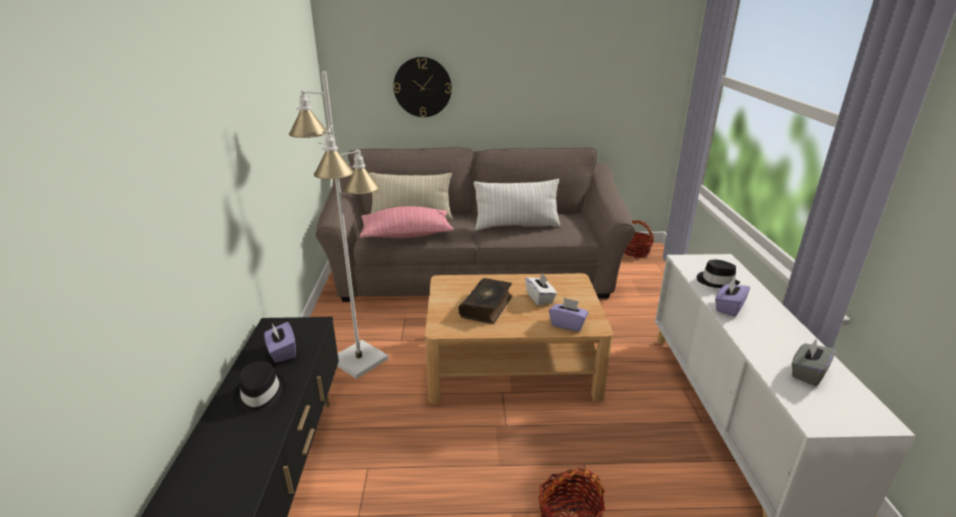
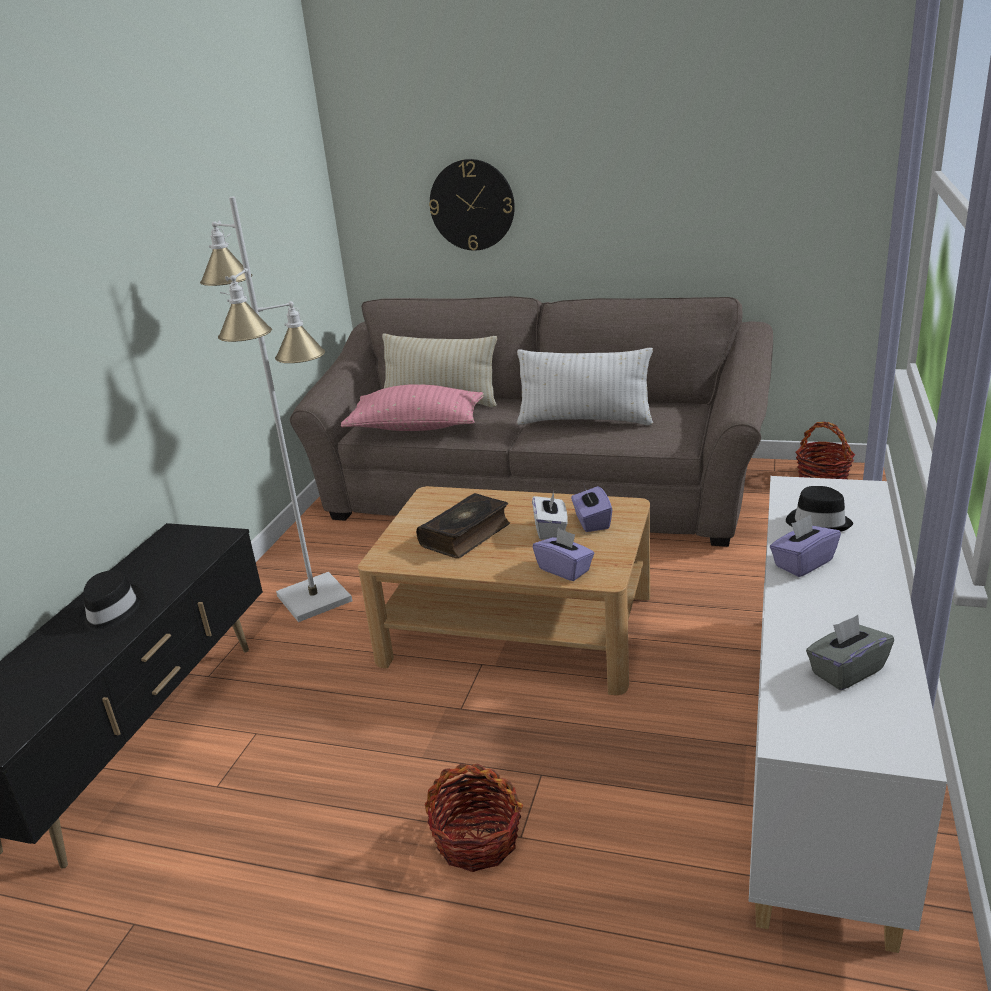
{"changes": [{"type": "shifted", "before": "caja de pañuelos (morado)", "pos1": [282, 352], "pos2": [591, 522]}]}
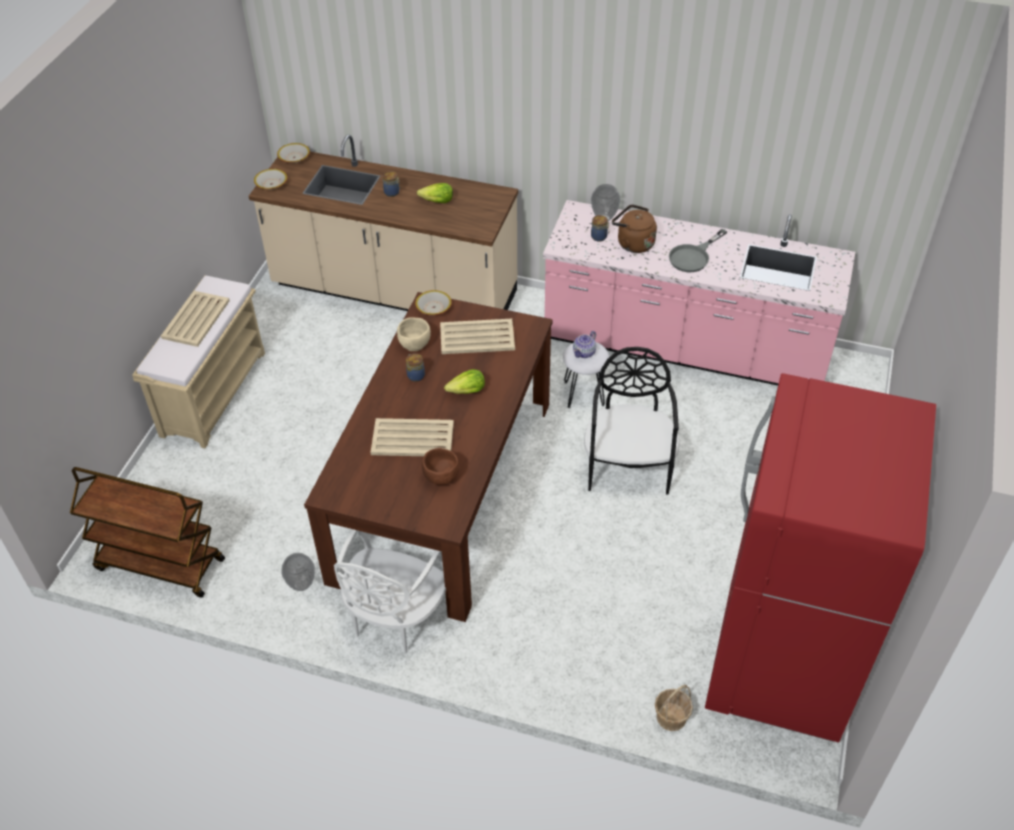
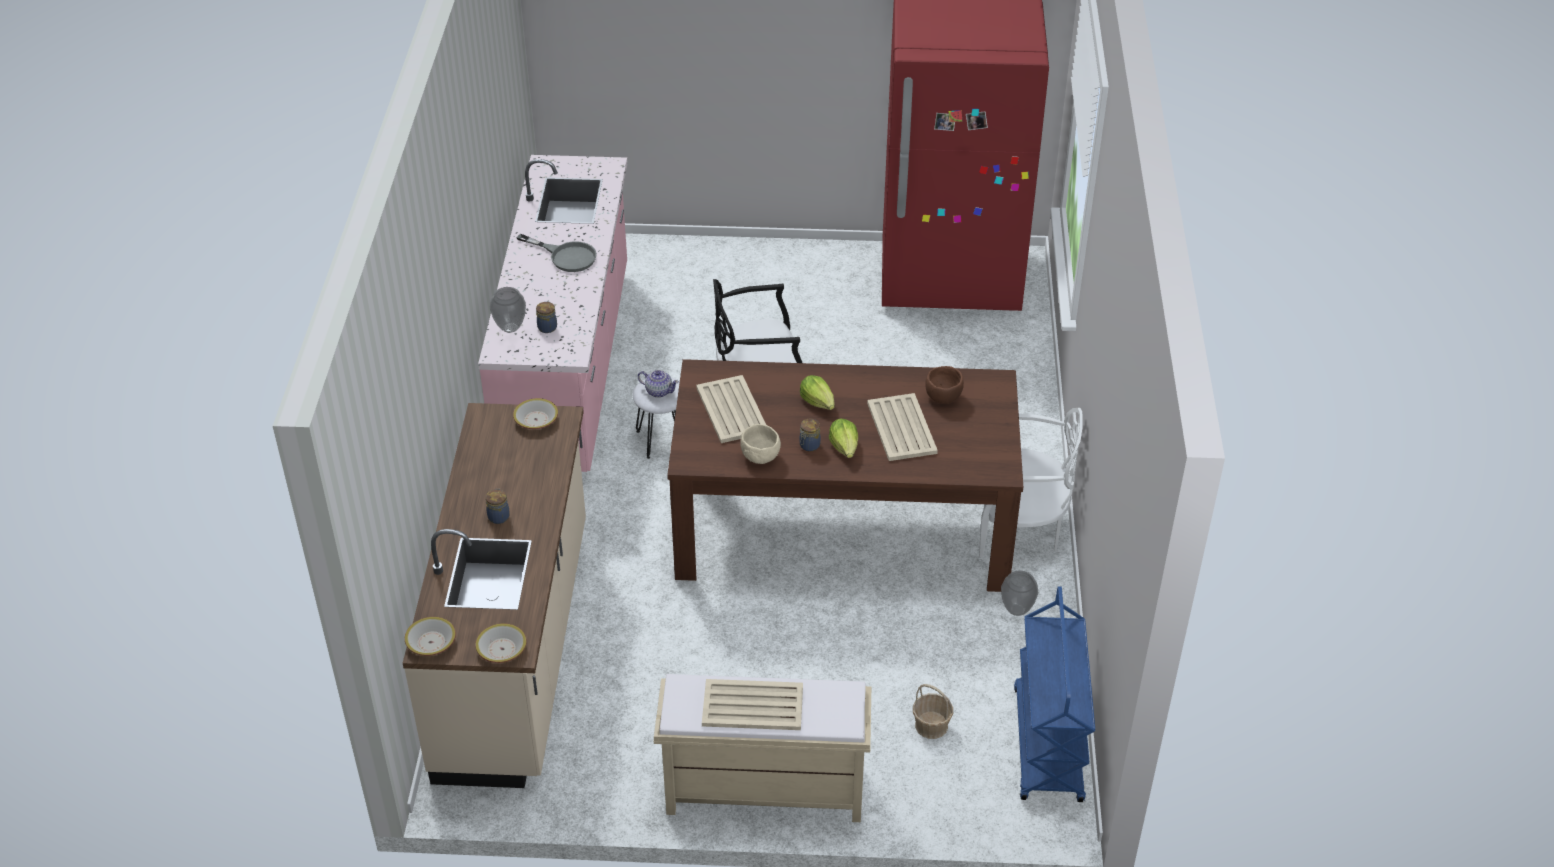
{"changes": [{"type": "shifted", "before": "lechuga", "pos1": [437, 201], "pos2": [845, 447]}, {"type": "gone", "before": "hervidor (marrón)", "pos1": [633, 243]}, {"type": "shifted", "before": "cuenco", "pos1": [434, 307], "pos2": [536, 420]}, {"type": "repainted", "before": "carrito (marrón)", "after": "carrito (azul)", "pos1": [159, 564], "pos2": [1048, 746]}, {"type": "shifted", "before": "cesta", "pos1": [671, 717], "pos2": [931, 726]}]}
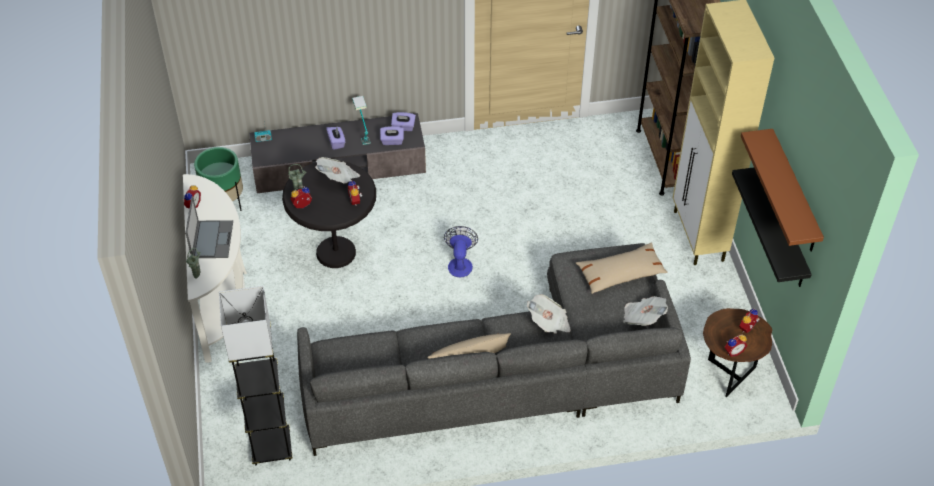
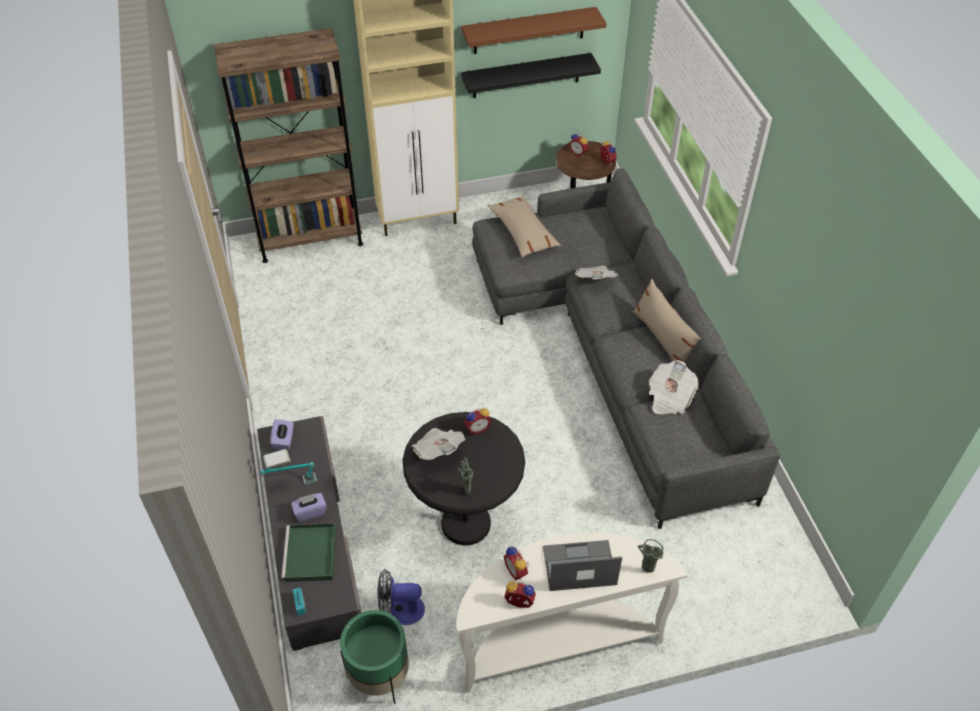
{"changes": [{"type": "gone", "before": "caja de pañuelos (morado)", "pos1": [392, 141]}, {"type": "shifted", "before": "despertador", "pos1": [302, 206], "pos2": [517, 571]}, {"type": "shifted", "before": "ventilador", "pos1": [460, 263], "pos2": [400, 610]}, {"type": "gone", "before": "lámpara de pie (gris)", "pos1": [271, 448]}, {"type": "shifted", "before": "periódico", "pos1": [642, 317], "pos2": [669, 397]}, {"type": "new", "after": "bandeja (verde)", "pos2": [310, 555]}]}
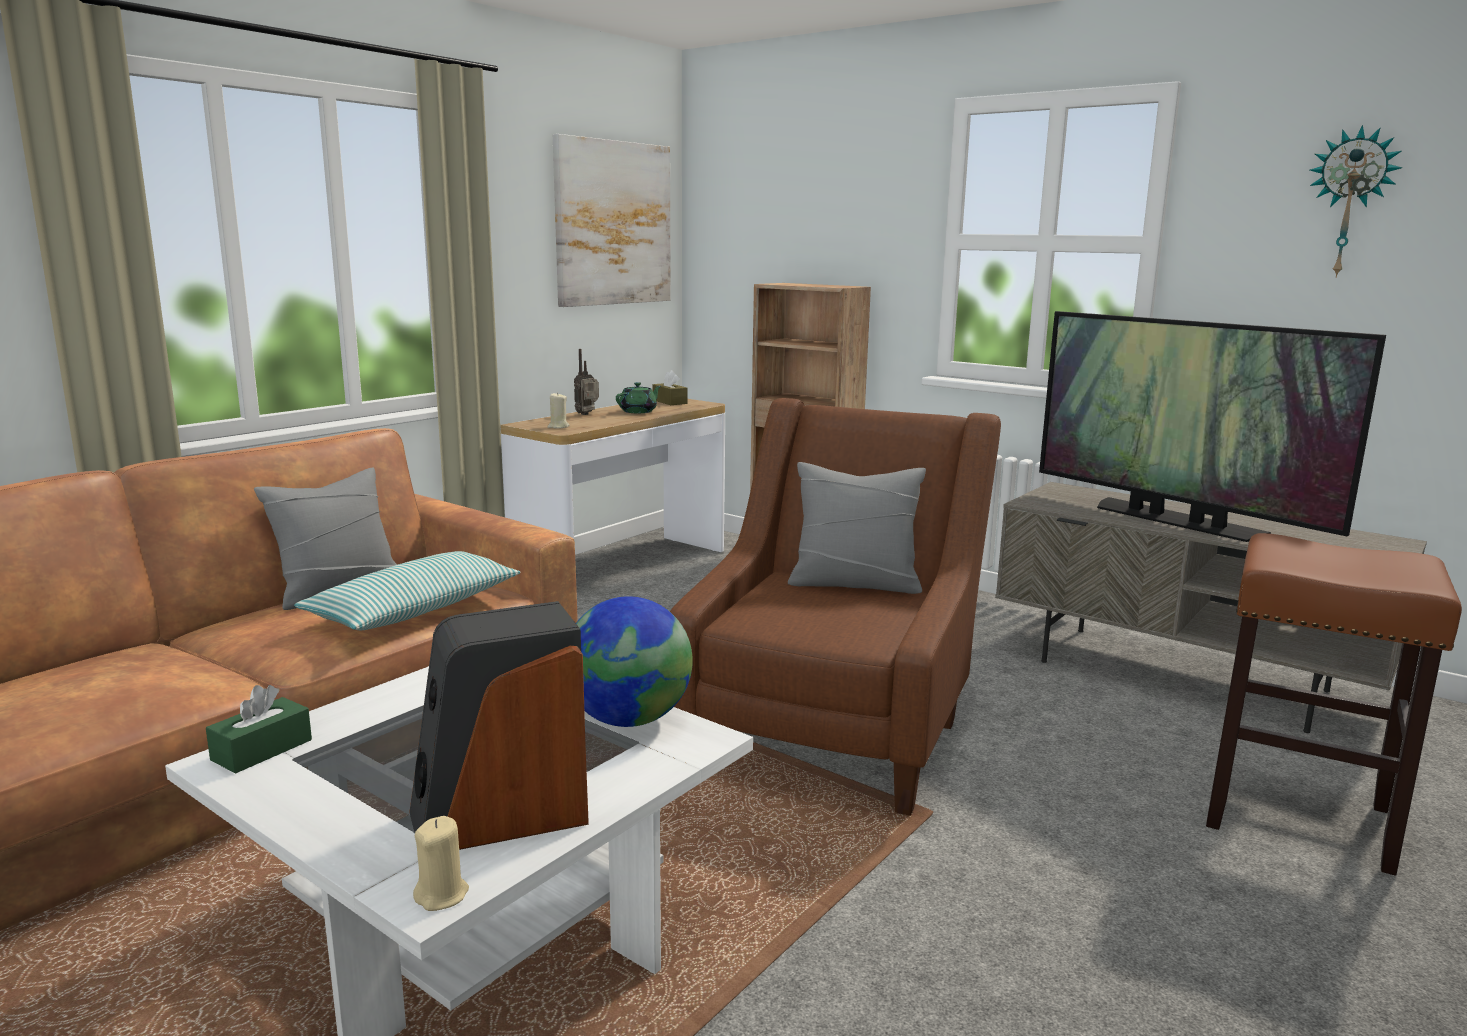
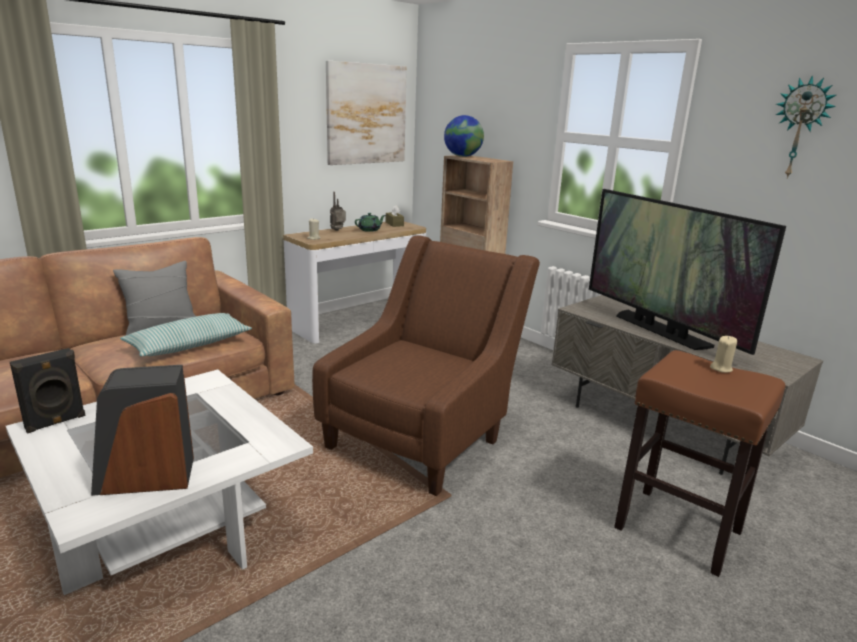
{"changes": [{"type": "gone", "before": "cojín (gris)", "pos1": [854, 583]}, {"type": "shifted", "before": "globo terráqueo", "pos1": [628, 719], "pos2": [462, 156]}, {"type": "swapped", "before": "caja de pañuelos (verde)", "after": "altavoz (negro)", "pos1": [262, 750], "pos2": [56, 422]}, {"type": "shifted", "before": "vela (beis)", "pos1": [442, 895], "pos2": [721, 368]}]}
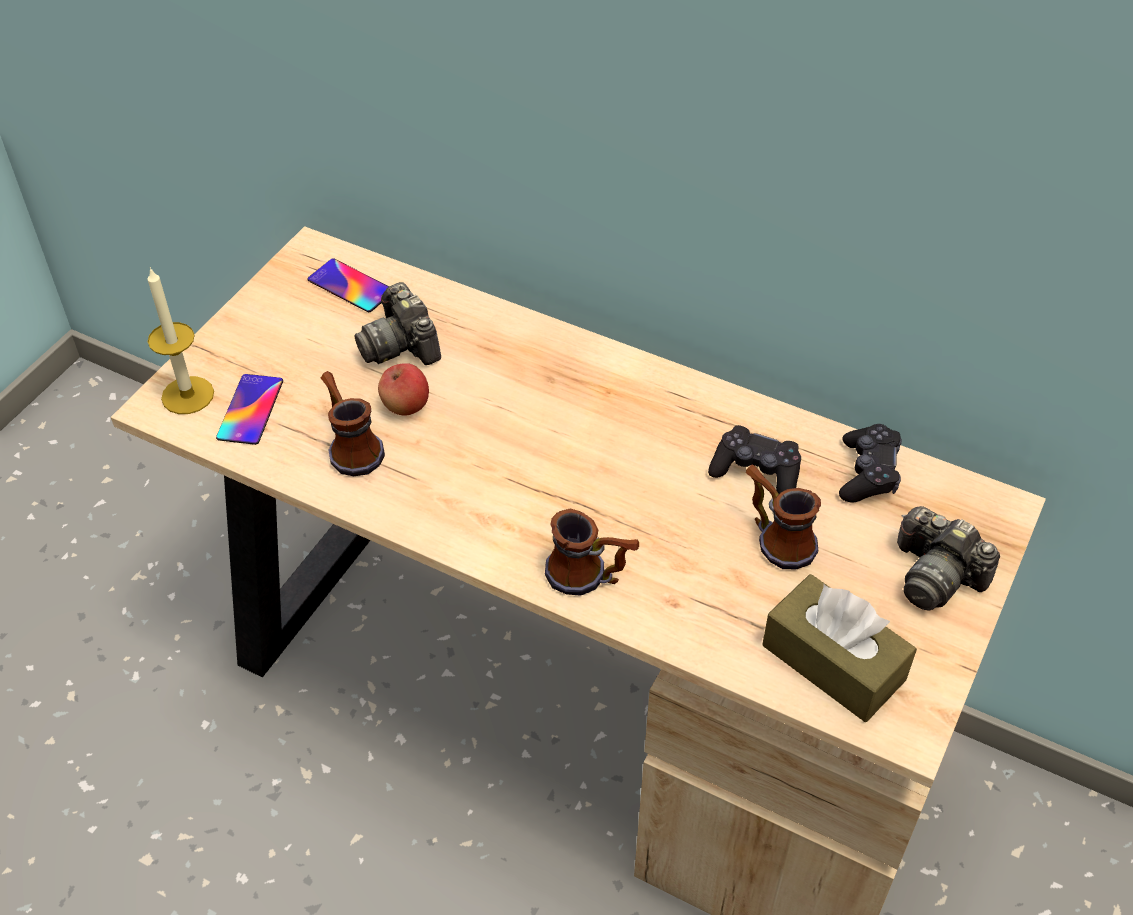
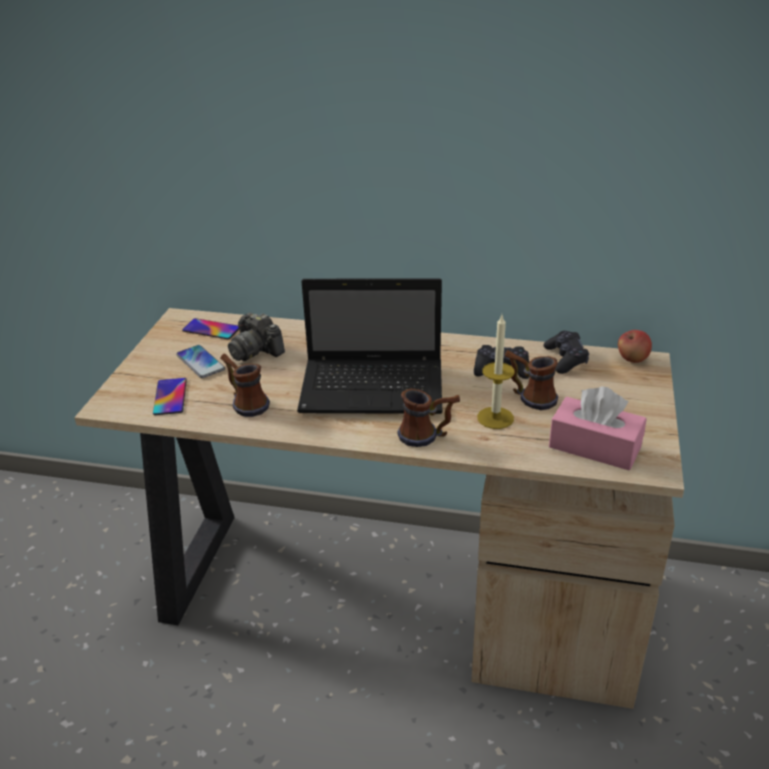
{"changes": [{"type": "shifted", "before": "vela", "pos1": [187, 395], "pos2": [495, 418]}, {"type": "shifted", "before": "manzana", "pos1": [405, 406], "pos2": [632, 359]}, {"type": "gone", "before": "cámara", "pos1": [935, 576]}, {"type": "repainted", "before": "caja de pañuelos (marrón)", "after": "caja de pañuelos (rosa)", "pos1": [833, 662], "pos2": [595, 447]}, {"type": "new", "after": "portátil", "pos2": [375, 388]}, {"type": "new", "after": "móvil", "pos2": [200, 362]}]}
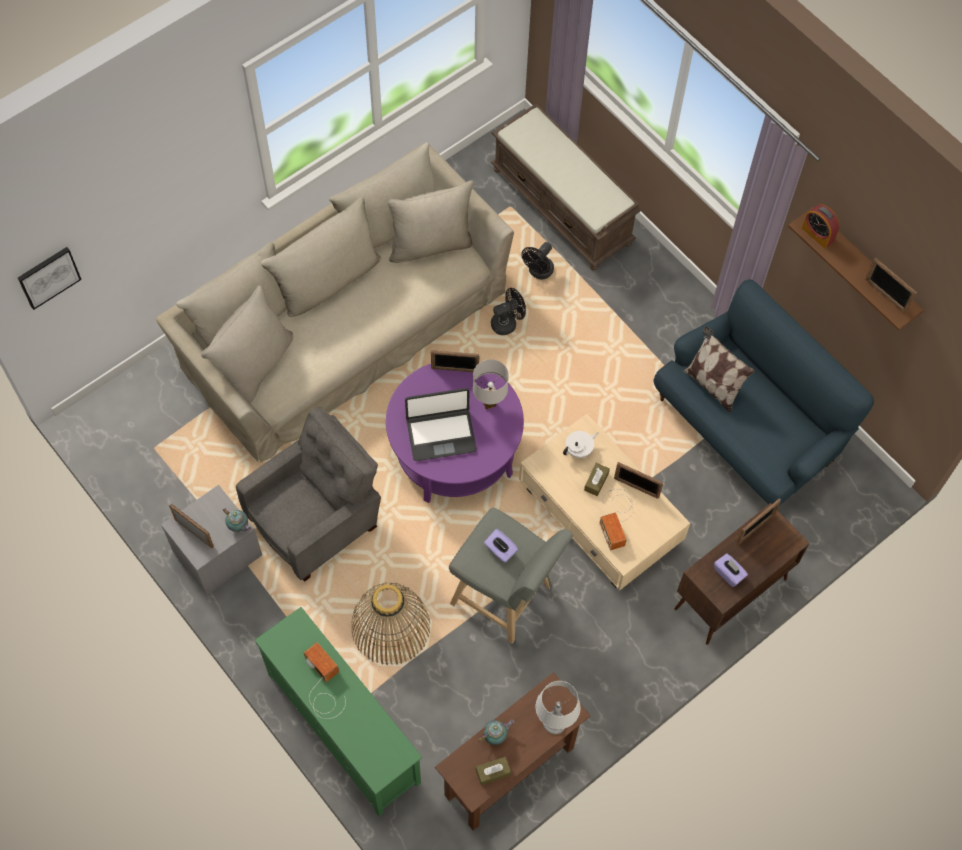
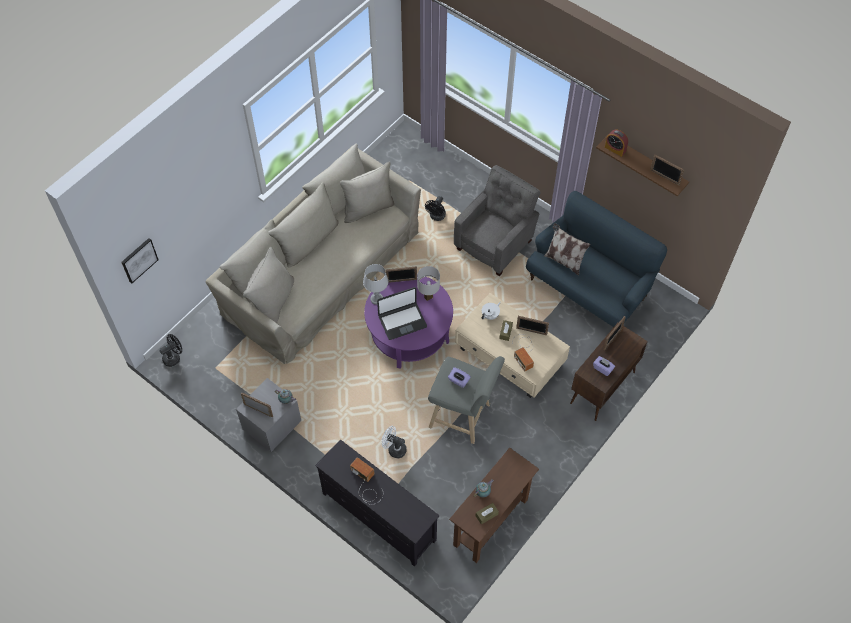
{"changes": [{"type": "gone", "before": "banco (marrón)", "pos1": [563, 206]}, {"type": "shifted", "before": "ventilador (negro)", "pos1": [507, 322], "pos2": [174, 357]}, {"type": "shifted", "before": "sillón (gris)", "pos1": [317, 521], "pos2": [495, 243]}, {"type": "swapped", "before": "cesta", "after": "ventilador (blanco)", "pos1": [390, 627], "pos2": [394, 449]}, {"type": "repainted", "before": "mueble de televisión (verde)", "after": "mueble de televisión (negro)", "pos1": [343, 729], "pos2": [378, 517]}, {"type": "shifted", "before": "lámpara de mesa (gris)", "pos1": [554, 723], "pos2": [377, 299]}]}
